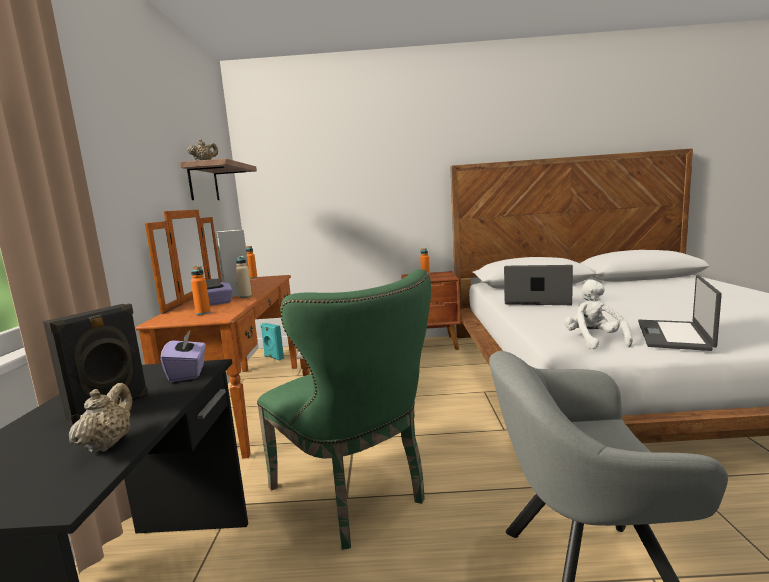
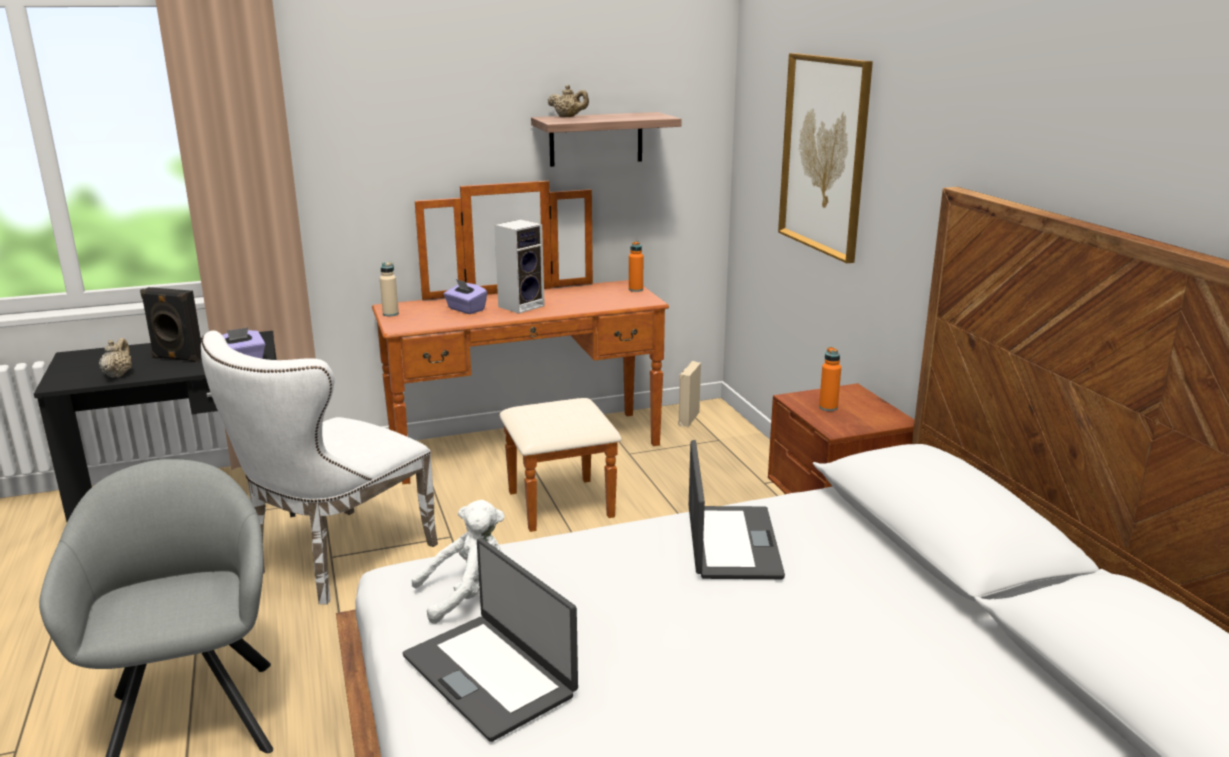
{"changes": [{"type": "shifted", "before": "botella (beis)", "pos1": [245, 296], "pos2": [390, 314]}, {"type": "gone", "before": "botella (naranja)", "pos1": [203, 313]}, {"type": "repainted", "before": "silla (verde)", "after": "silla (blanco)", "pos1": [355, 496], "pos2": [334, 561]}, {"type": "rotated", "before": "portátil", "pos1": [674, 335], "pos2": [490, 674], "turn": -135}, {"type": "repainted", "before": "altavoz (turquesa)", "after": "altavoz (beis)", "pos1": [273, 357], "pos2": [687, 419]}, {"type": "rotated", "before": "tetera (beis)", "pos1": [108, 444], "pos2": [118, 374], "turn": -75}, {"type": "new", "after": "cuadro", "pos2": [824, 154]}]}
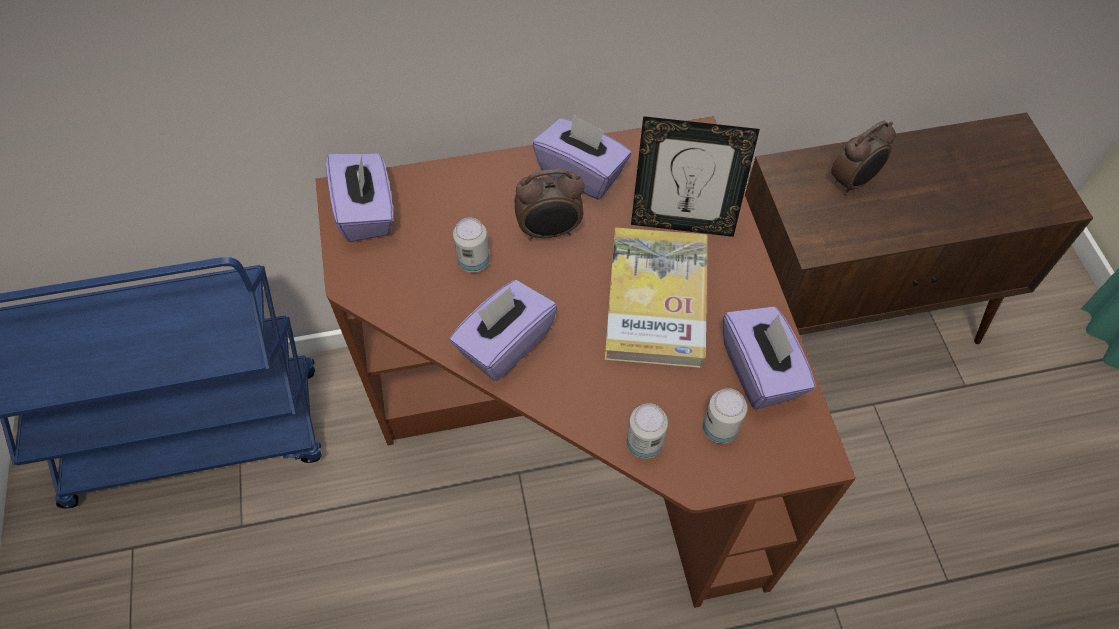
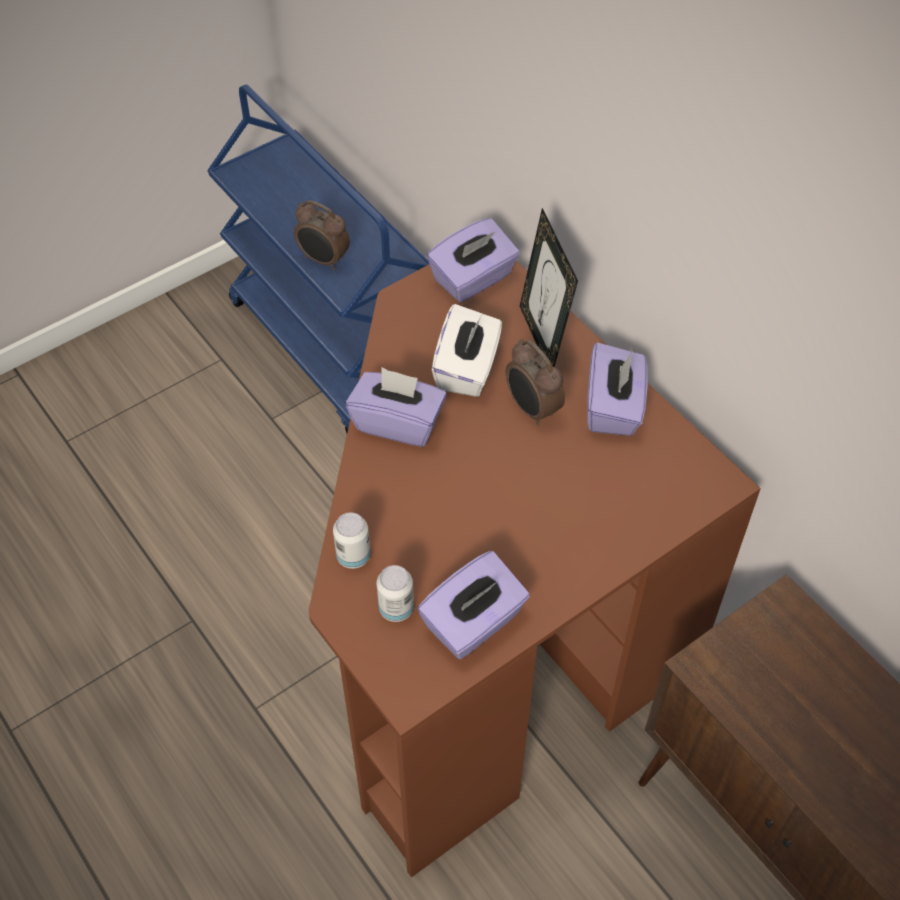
{"changes": [{"type": "shifted", "before": "portarretratos", "pos1": [682, 223], "pos2": [542, 339]}, {"type": "shifted", "before": "despertador", "pos1": [853, 182], "pos2": [323, 260]}, {"type": "swapped", "before": "lata", "after": "caja de pañuelos (blanco)", "pos1": [473, 261], "pos2": [467, 369]}, {"type": "gone", "before": "libro", "pos1": [656, 300]}]}
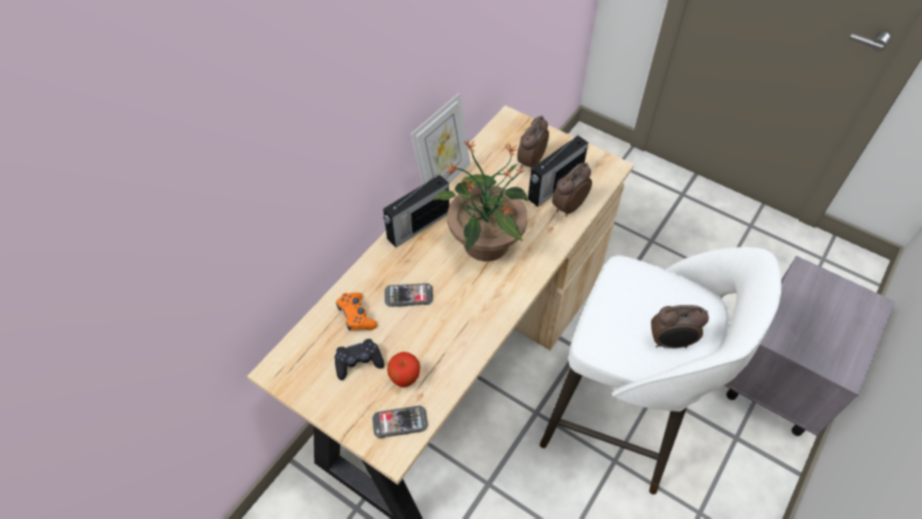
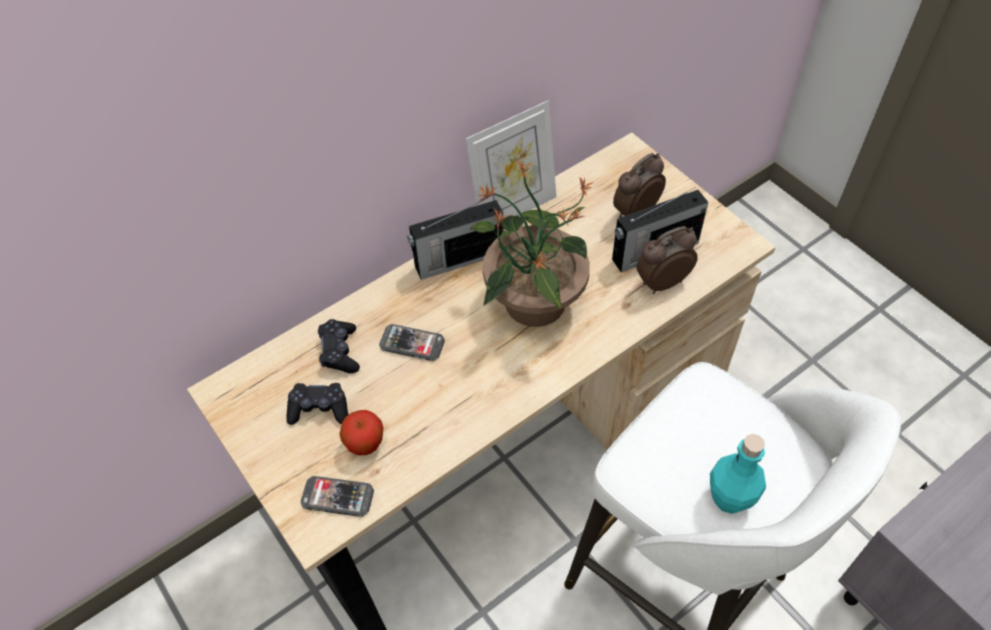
{"changes": [{"type": "repainted", "before": "mando de consola (naranja)", "after": "mando de consola (negro)", "pos1": [356, 316], "pos2": [340, 351]}, {"type": "swapped", "before": "despertador", "after": "botella (turquesa)", "pos1": [670, 343], "pos2": [729, 498]}]}
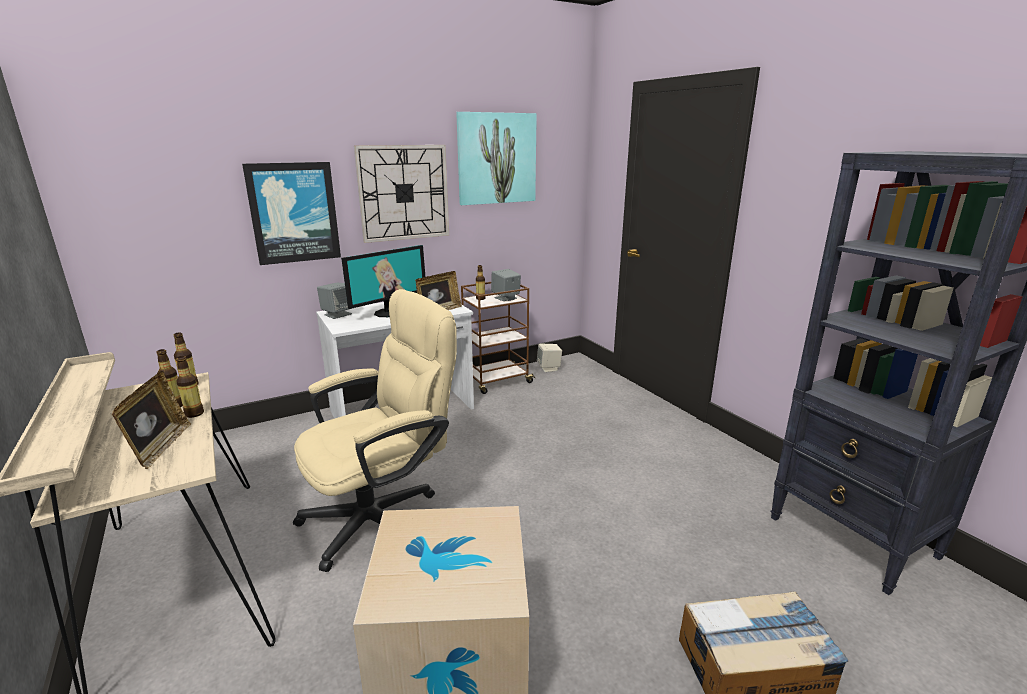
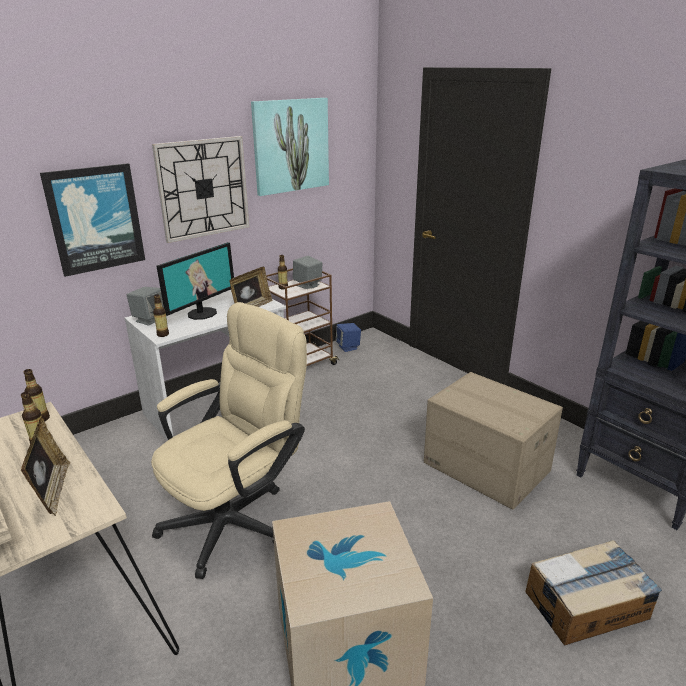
{"changes": [{"type": "repainted", "before": "altavoz (beis)", "after": "altavoz (azul)", "pos1": [549, 368], "pos2": [348, 347]}, {"type": "shifted", "before": "botella", "pos1": [194, 414], "pos2": [163, 334]}, {"type": "new", "after": "caja de cartón", "pos2": [485, 467]}]}
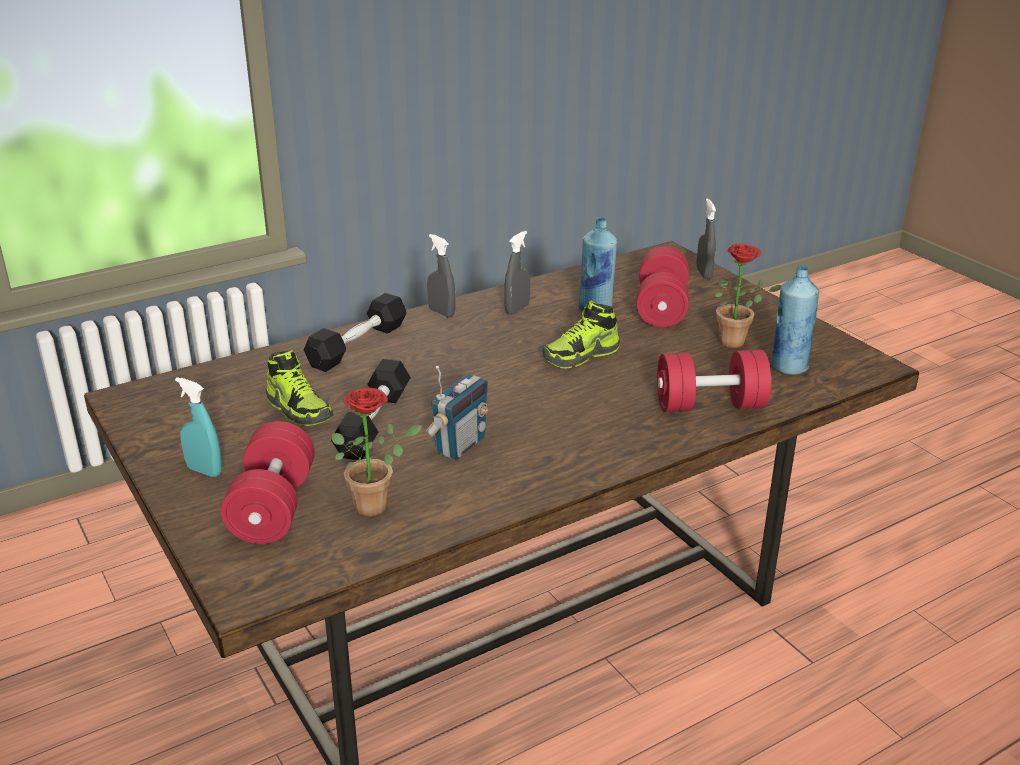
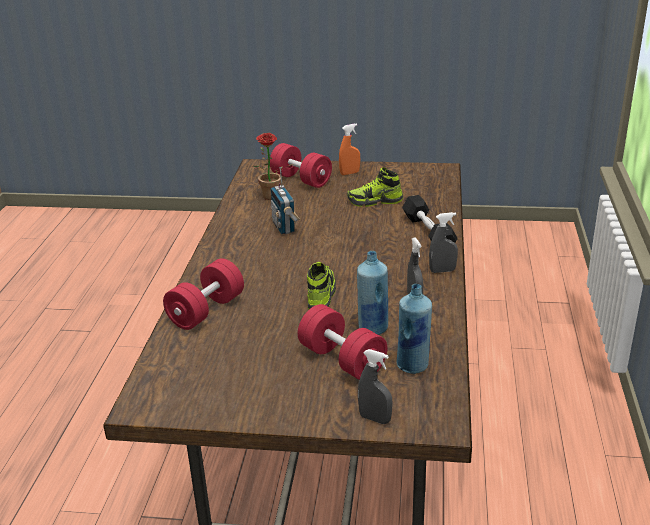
{"changes": [{"type": "gone", "before": "planta en maceta", "pos1": [737, 342]}, {"type": "shifted", "before": "botella (azul)", "pos1": [788, 367], "pos2": [413, 365]}, {"type": "gone", "before": "mancuerna (negro)", "pos1": [373, 423]}, {"type": "repainted", "before": "pulverizador (turquesa)", "after": "pulverizador (naranja)", "pos1": [204, 471], "pos2": [349, 173]}]}
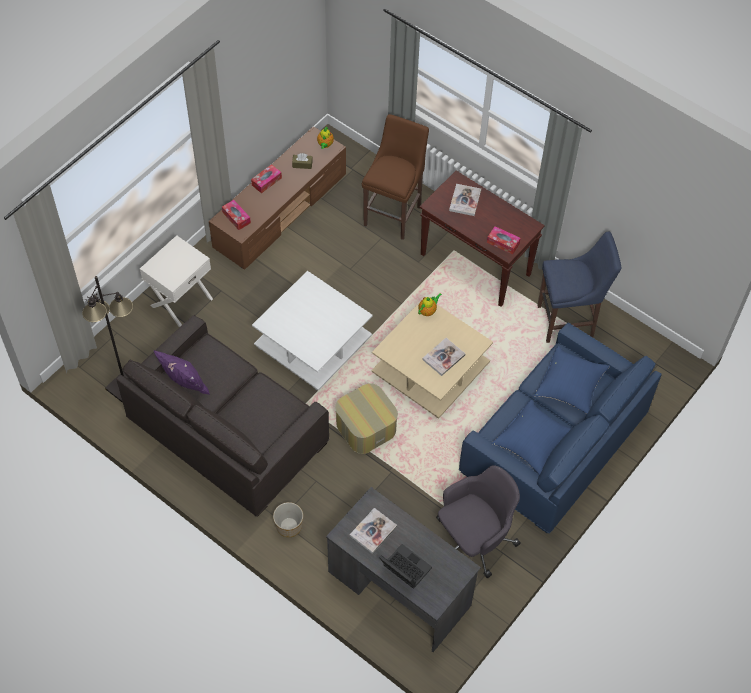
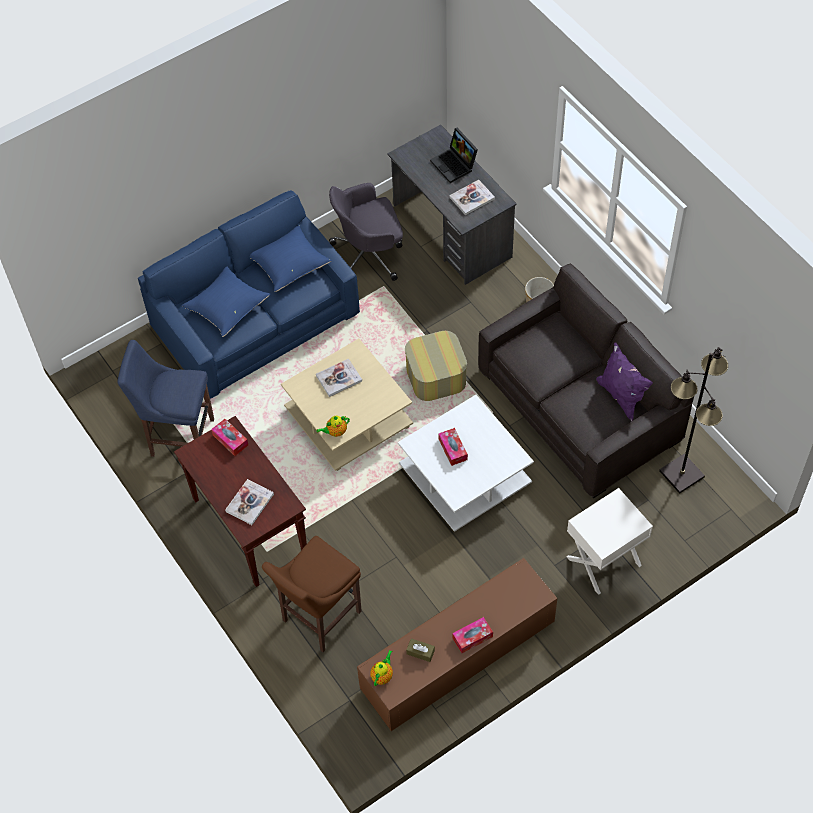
{"changes": [{"type": "shifted", "before": "caja de pañuelos", "pos1": [236, 217], "pos2": [453, 449]}]}
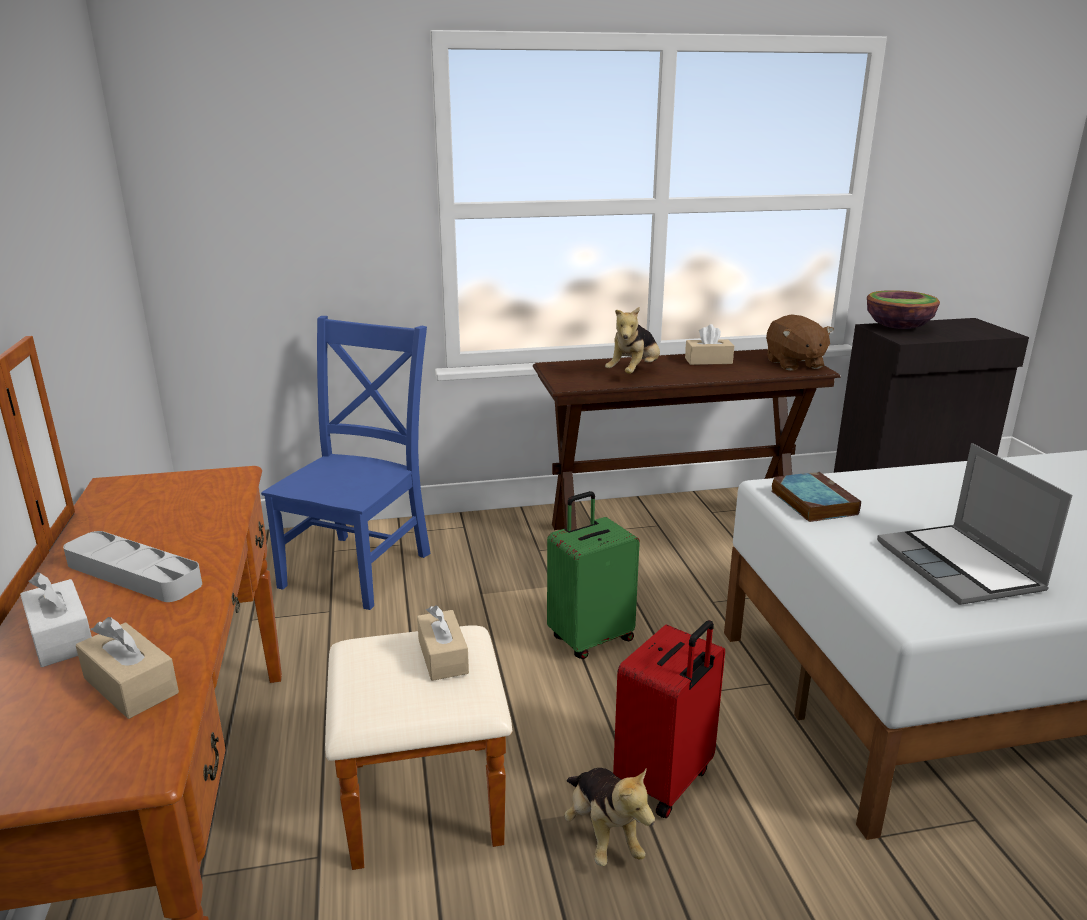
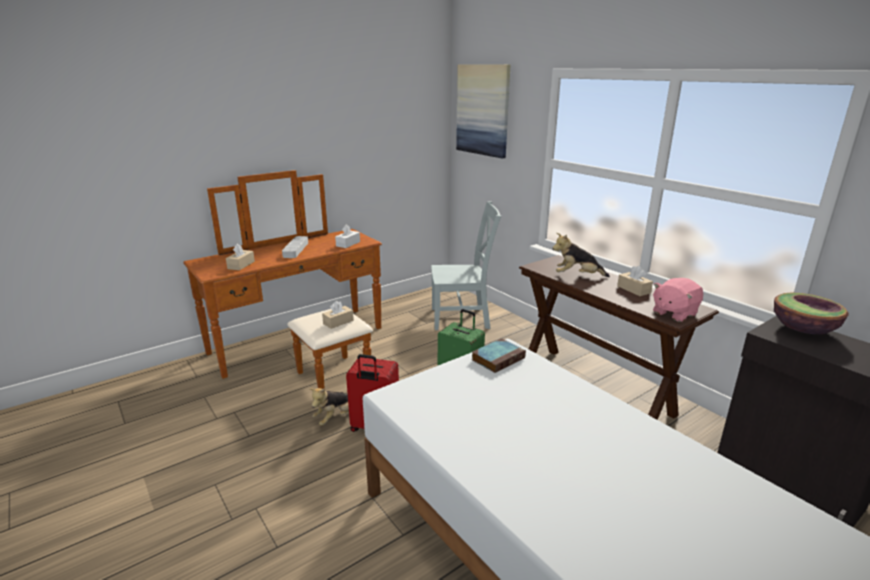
{"changes": [{"type": "repainted", "before": "peluche (marrón)", "after": "peluche (rosa)", "pos1": [794, 364], "pos2": [674, 313]}, {"type": "repainted", "before": "silla (azul)", "after": "silla (gris)", "pos1": [360, 567], "pos2": [463, 318]}, {"type": "gone", "before": "portátil", "pos1": [961, 567]}, {"type": "shifted", "before": "caja de pañuelos (blanco)", "pos1": [61, 637], "pos2": [348, 244]}, {"type": "new", "after": "cuadro", "pos2": [483, 110]}]}
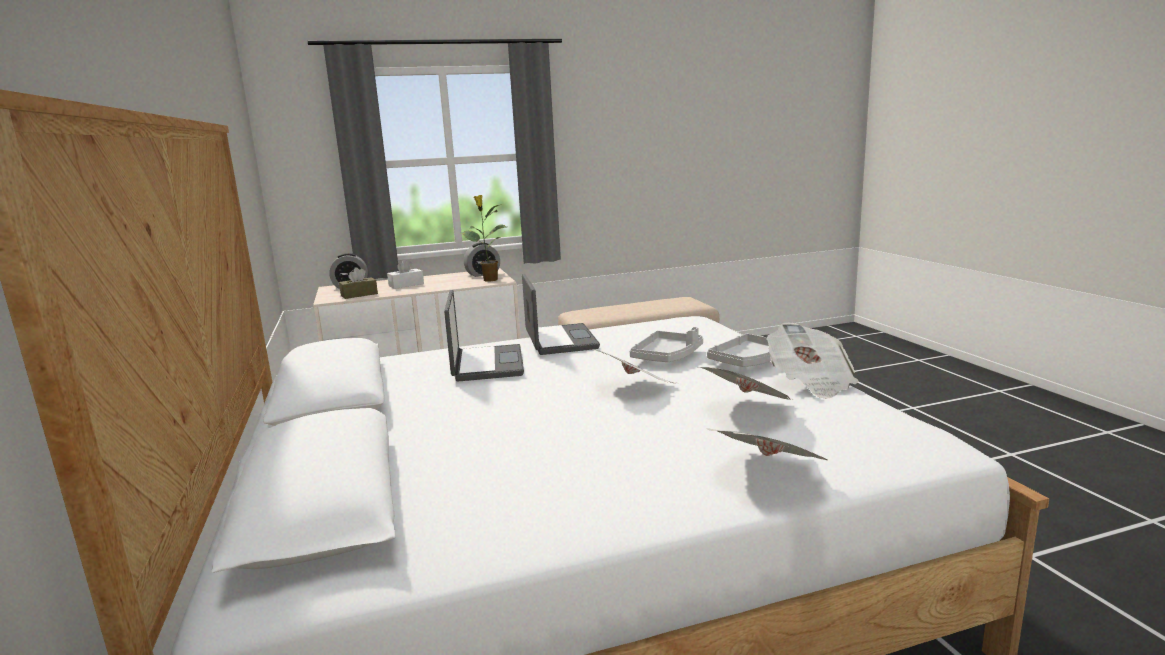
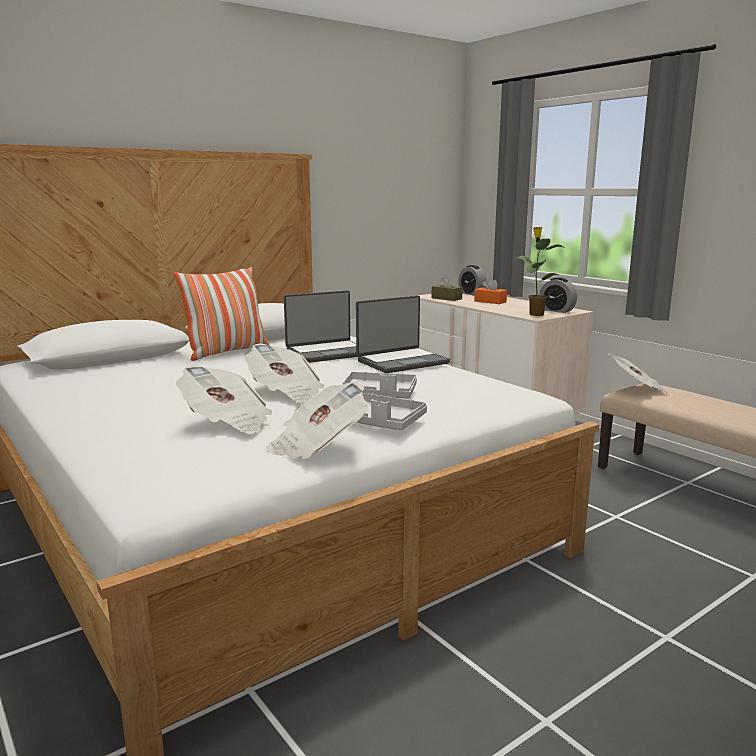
{"changes": [{"type": "repainted", "before": "caja de pañuelos (blanco)", "after": "caja de pañuelos (naranja)", "pos1": [406, 285], "pos2": [490, 301]}, {"type": "shifted", "before": "periódico", "pos1": [769, 474], "pos2": [637, 388]}, {"type": "new", "after": "cojín", "pos2": [226, 352]}]}
